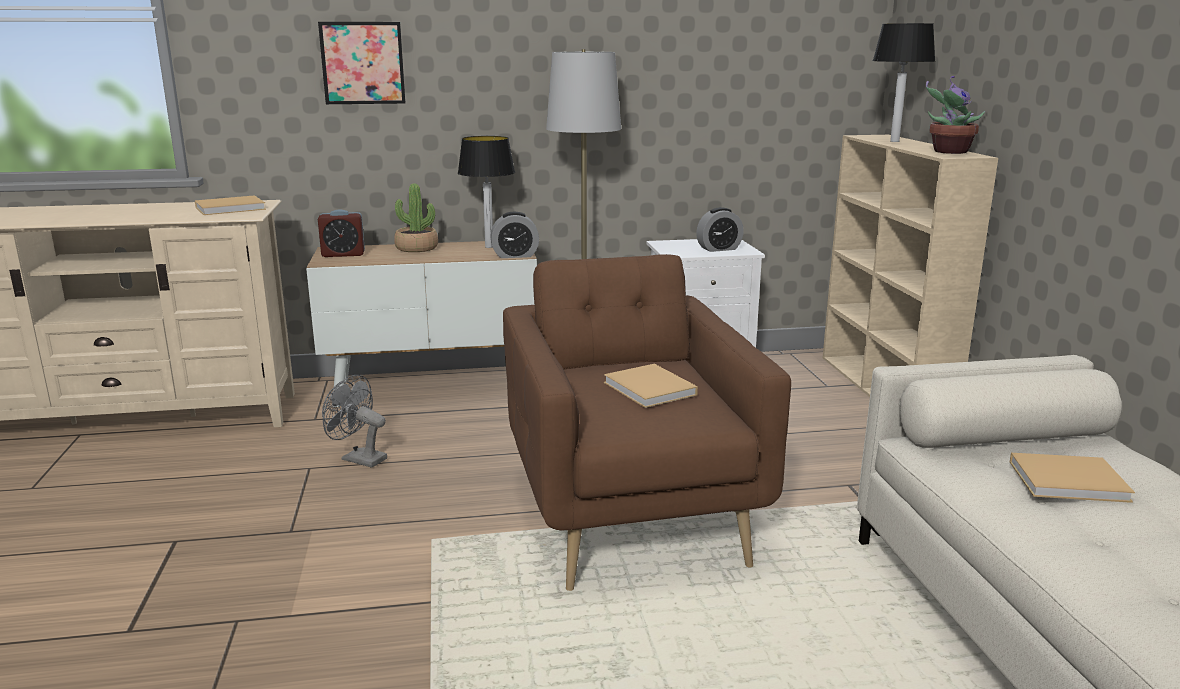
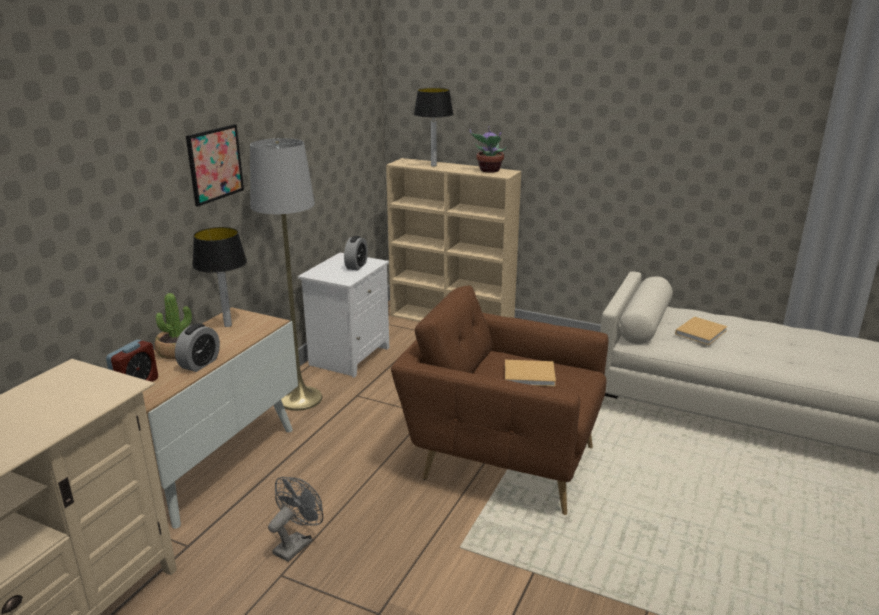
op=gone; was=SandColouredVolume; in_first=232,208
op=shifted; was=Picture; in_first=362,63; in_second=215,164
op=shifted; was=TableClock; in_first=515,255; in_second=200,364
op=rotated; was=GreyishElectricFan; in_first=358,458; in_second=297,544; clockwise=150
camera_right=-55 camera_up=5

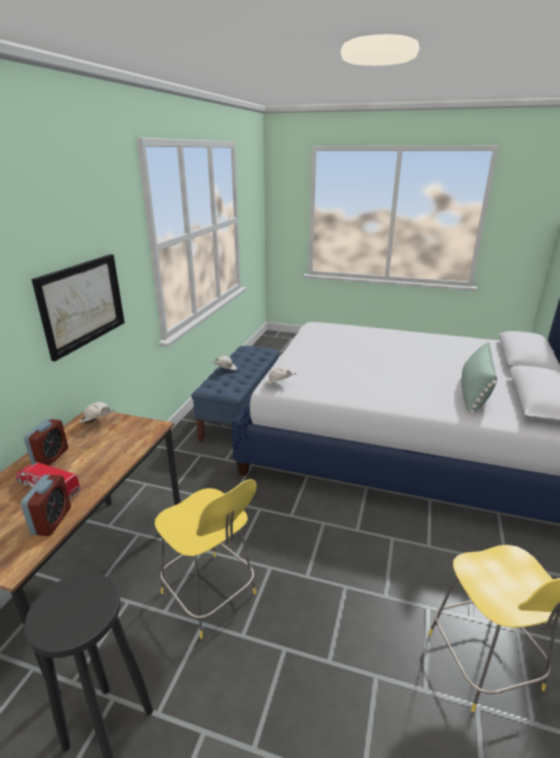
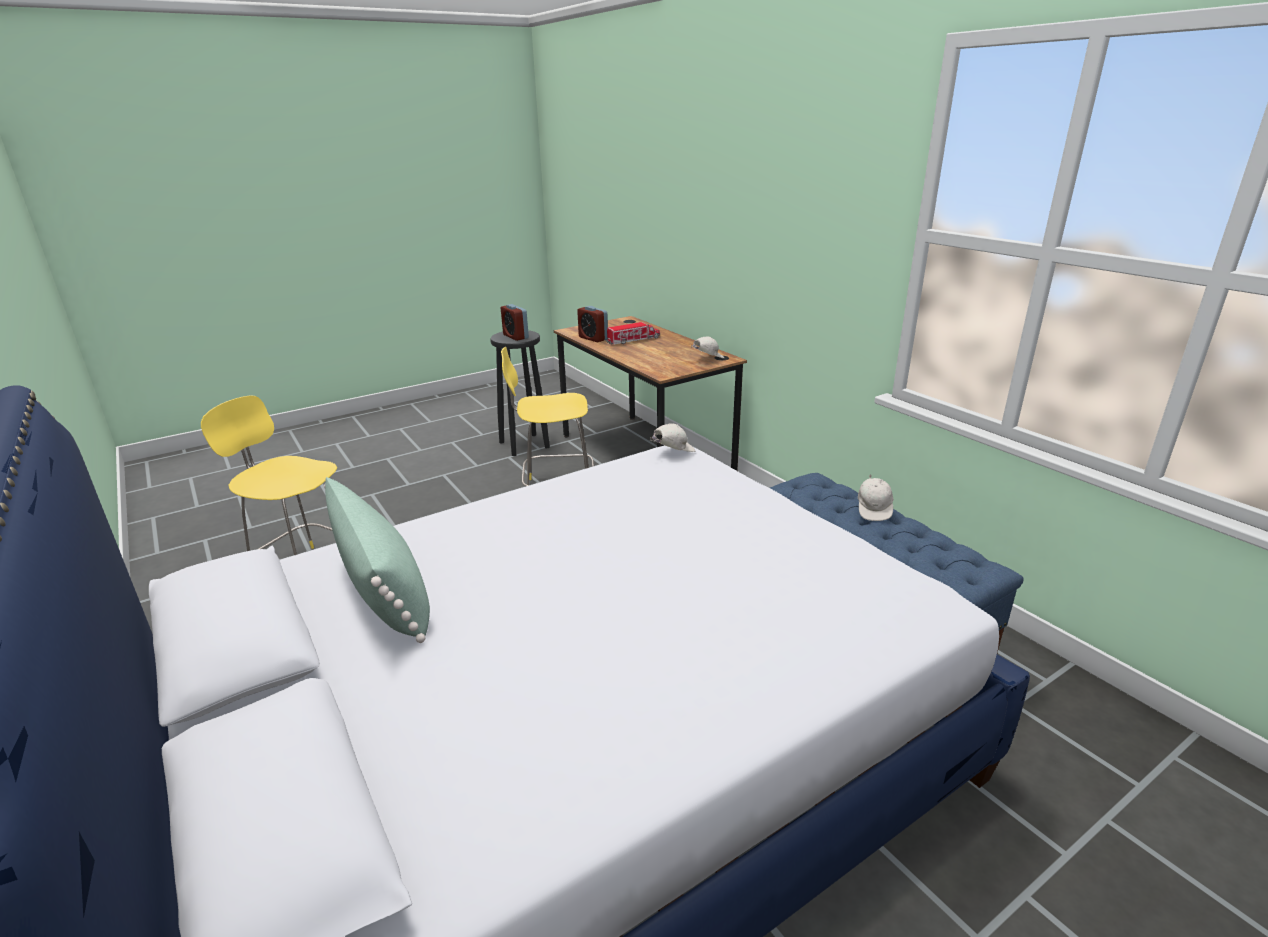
op=gone; was=Picture; in_first=82,304
op=shifted; was=TableClock; in_first=50,457; in_second=515,336
camera_right=130 camera_up=0

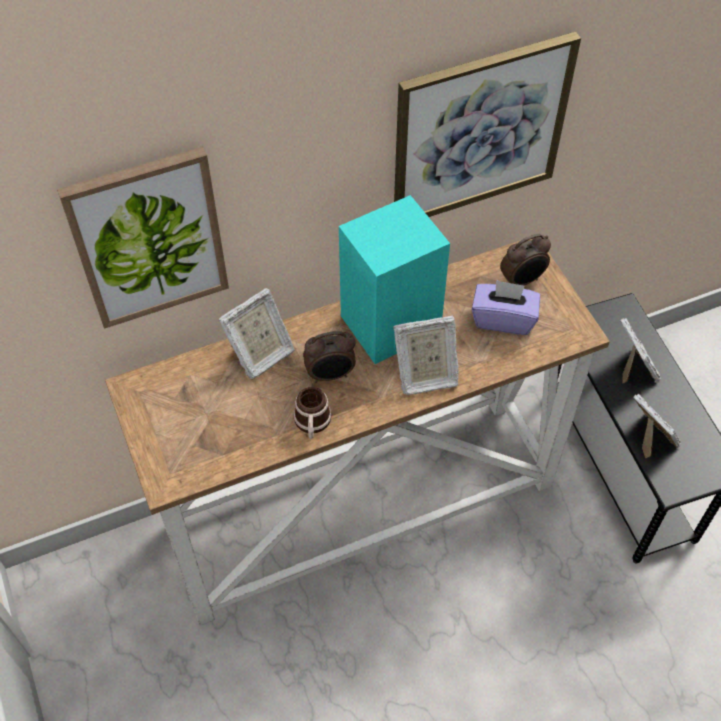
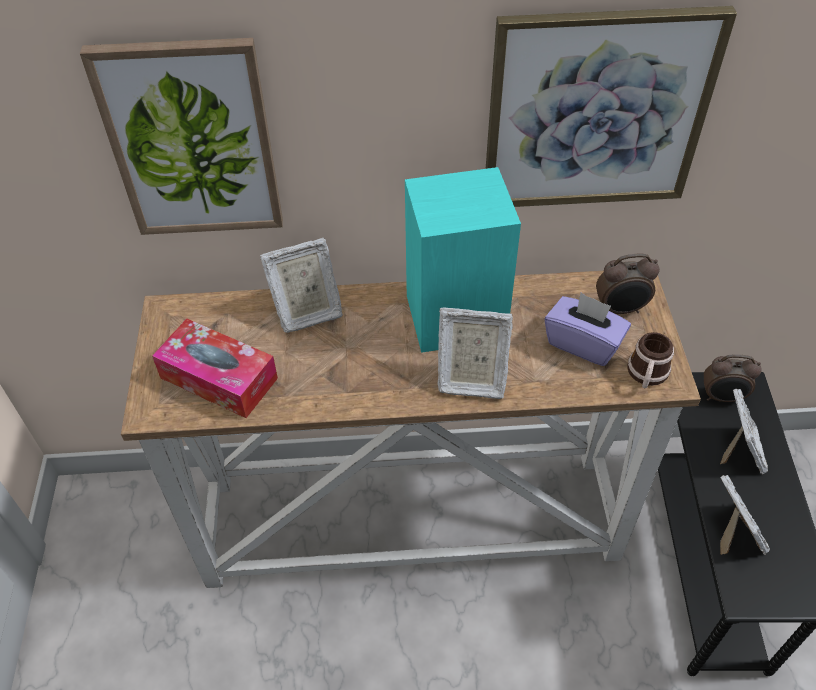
op=new; now=TissueBox; in_second=219,378
op=shifted; was=TeaMug; in_first=312,423; in_second=646,375
op=shifted; was=TableClock; in_first=330,375; in_second=722,397
camera_right=20 camera_up=-5

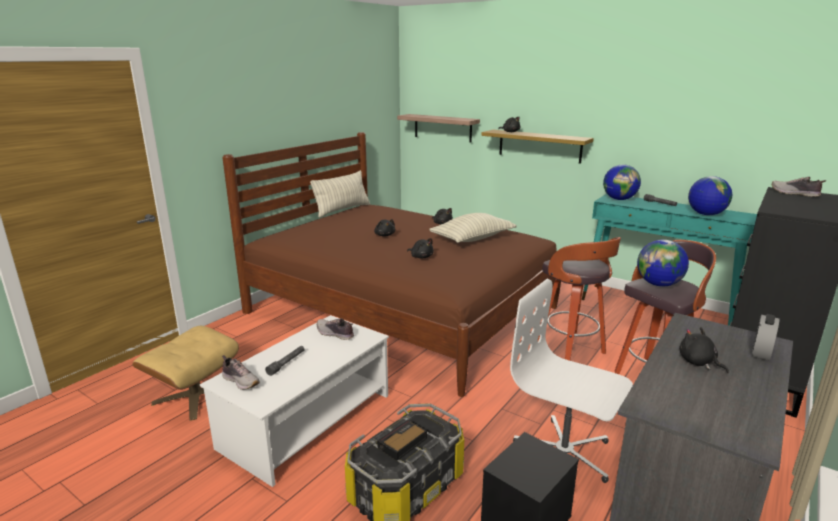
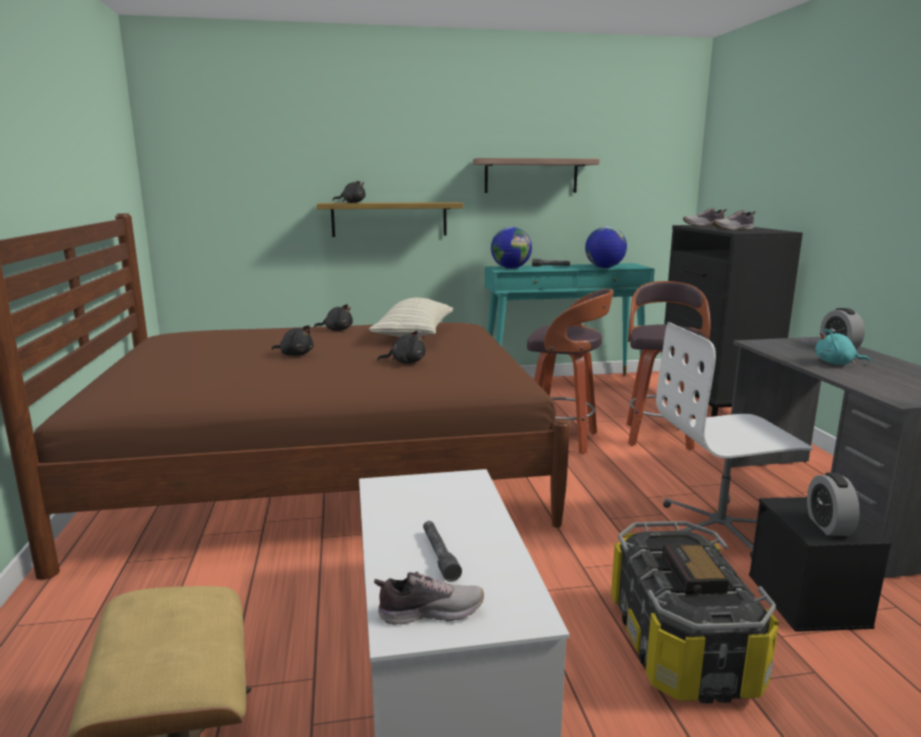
op=gone; was=Pillow; in_first=342,210
op=gone; was=Globe; in_first=659,284
op=new; now=TableClock; in_second=828,526
op=shifted; was=Shoe; in_first=335,334; in_second=733,229
op=shifted; was=Shelf; in_first=442,128; in_second=531,176
op=repainted; was=BlackSoftToy; now=TurquoiseSoftToy; in_first=698,362; in_second=836,363
camera_right=-45 camera_up=-5

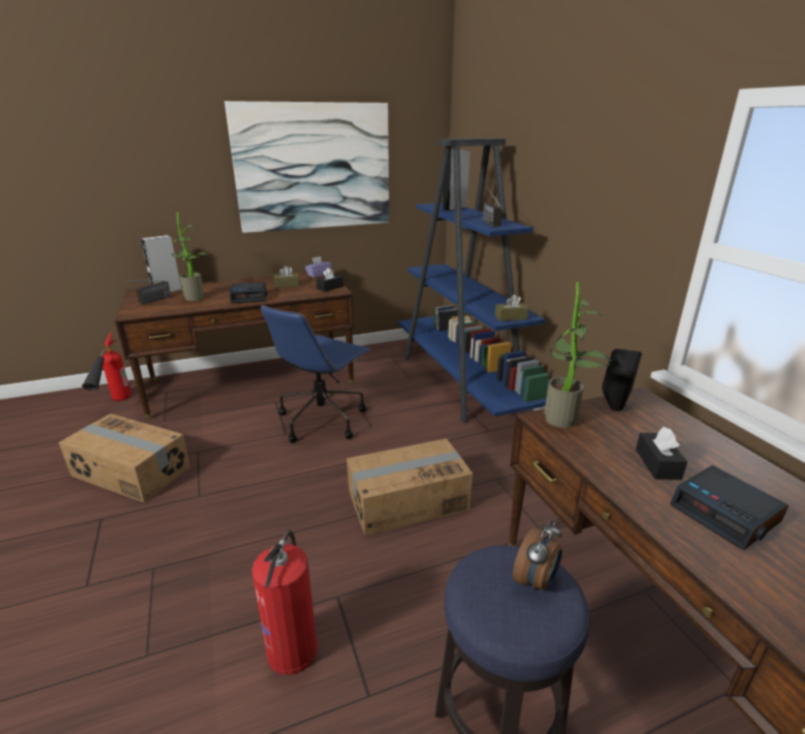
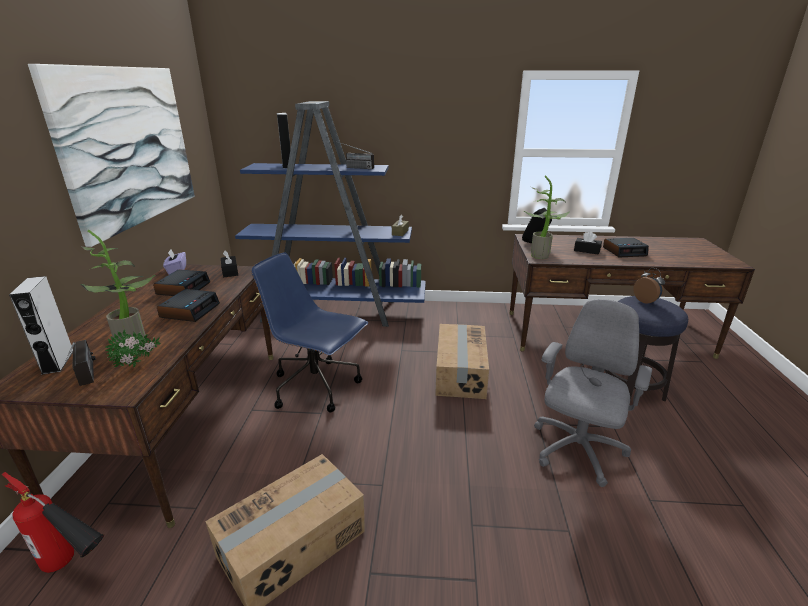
op=new; now=PlantInAPot; in_second=139,364
op=swapped; was=FireFightingCylinder; now=GreyishOfficeChair; in_first=293,648; in_second=576,450
op=swapped; was=BrownColouredTissueBox; now=TableClock; in_first=287,285; in_second=183,288
op=rotated; was=BluishOfficeChair; in_first=323,419; in_second=317,387; clockwise=150
camera_right=-65 camera_up=0

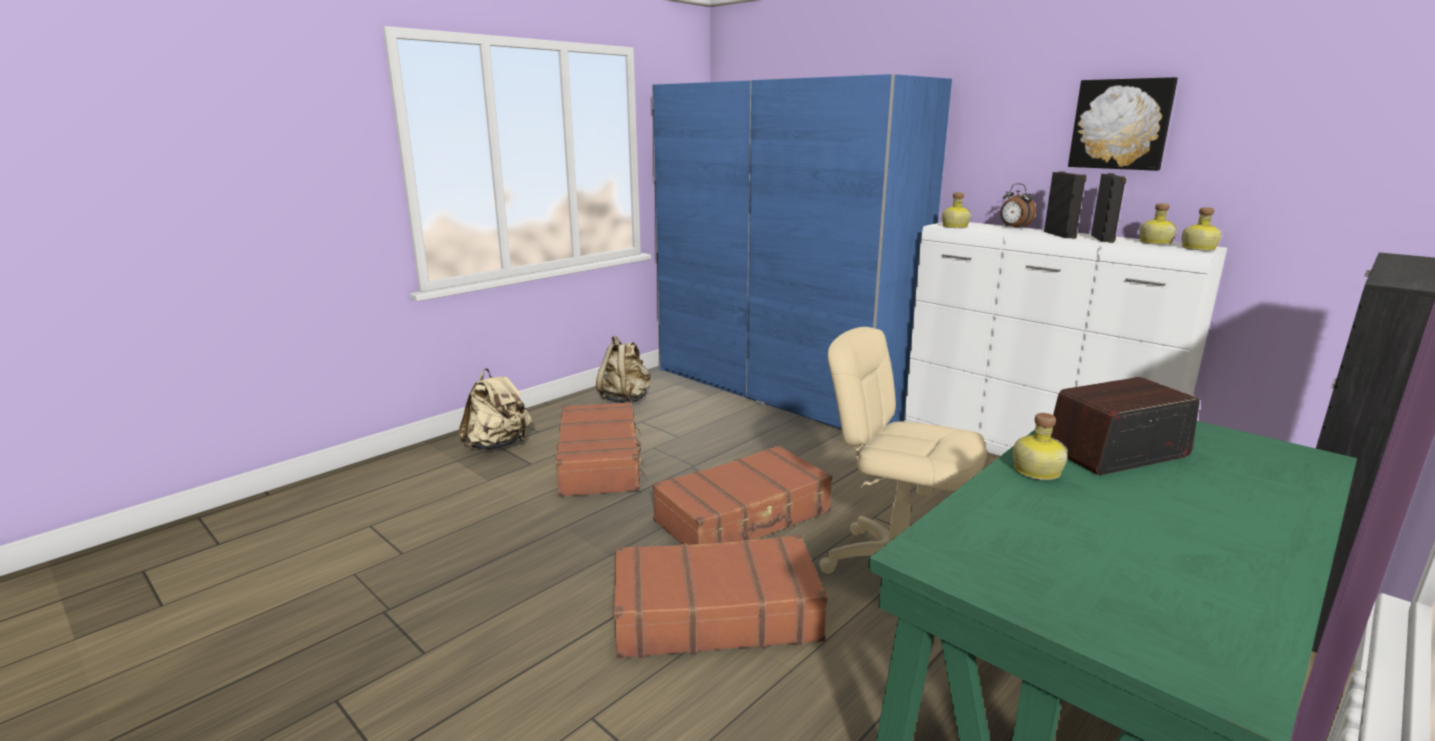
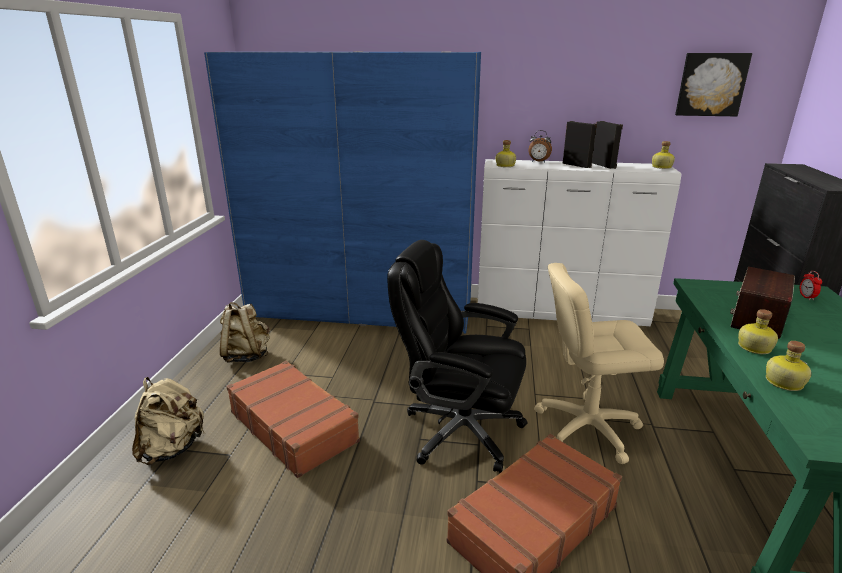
op=new; now=TableClock; in_second=806,297
op=shifted; was=Picture; in_first=1121,124; in_second=711,84
op=shifted; was=BeverageBottle; in_first=1154,242; in_second=782,382
op=swapped; was=BrownColouredSuitcase; now=BlackOfficeChair; in_first=744,517; in_second=459,430
camera_right=-35 camera_up=5

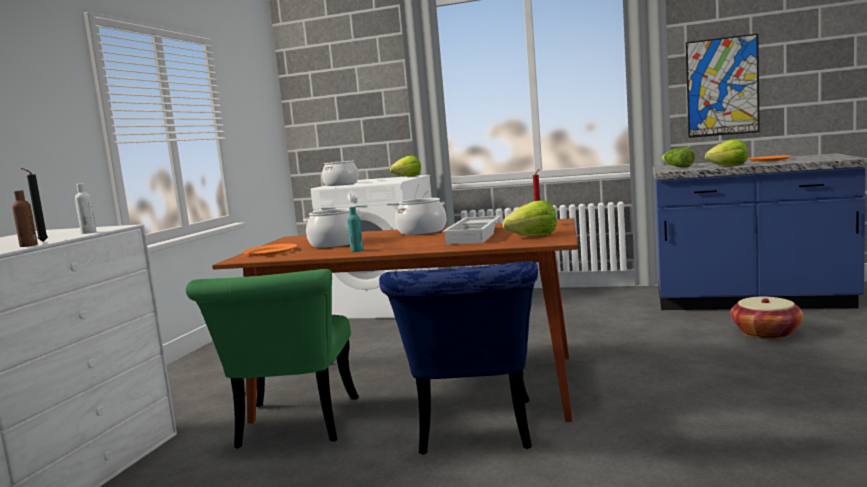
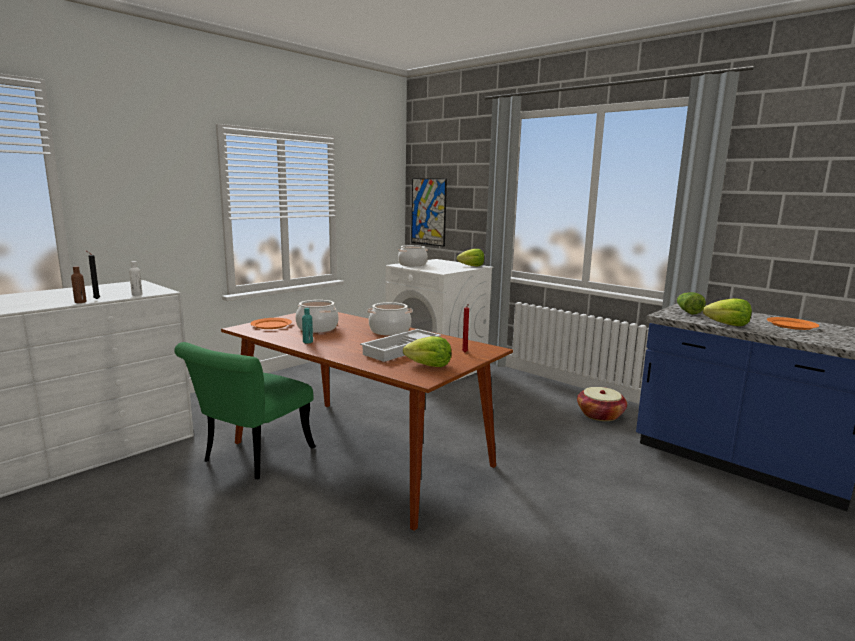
op=gone; was=BluishPlainChair; in_first=473,433
op=shifted; was=Picture; in_first=722,87; in_second=428,212
op=shifted; was=HouseholdBasket; in_first=766,333; in_second=600,415
camera_right=25 camera_up=5

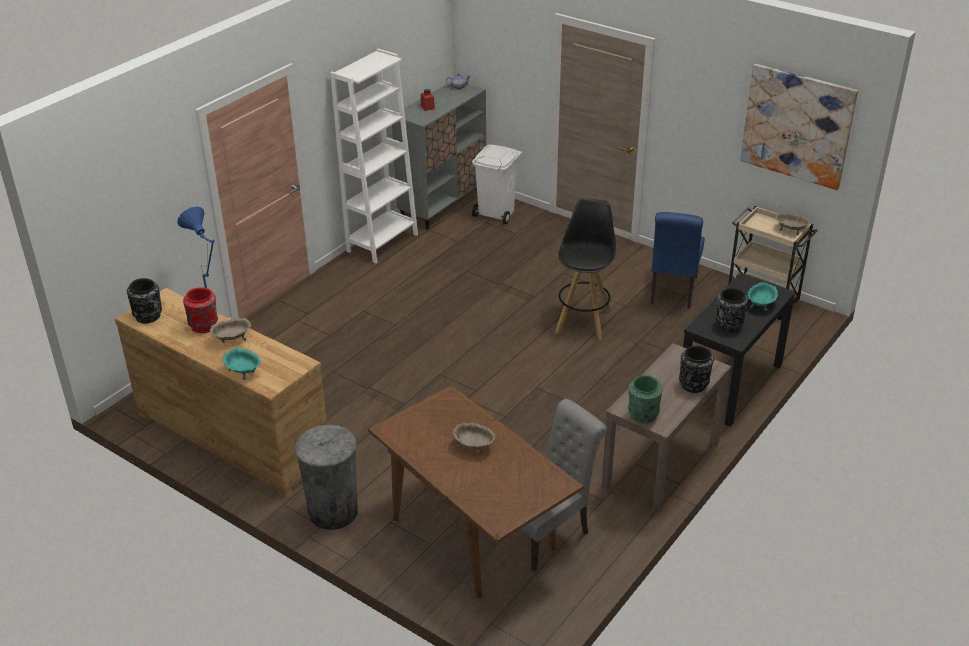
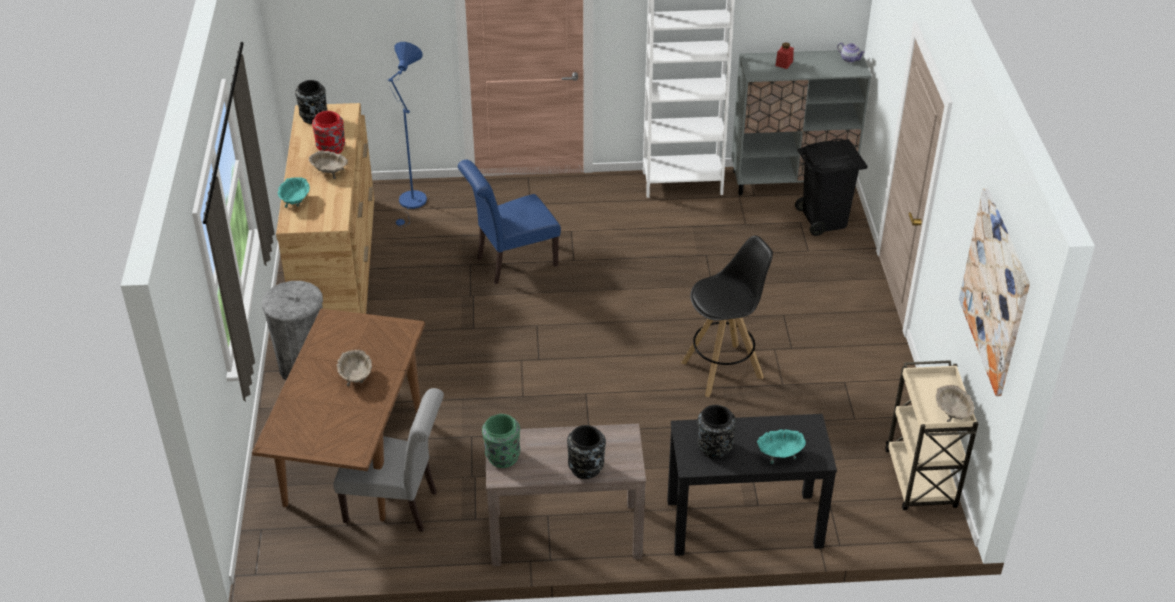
op=shifted; was=BluishPlainChair; in_first=672,292; in_second=511,263
op=repainted; was=WhitishTrashCan; now=BlackTrashCan; in_first=497,213; in_second=825,220
camera_right=50 camera_up=5

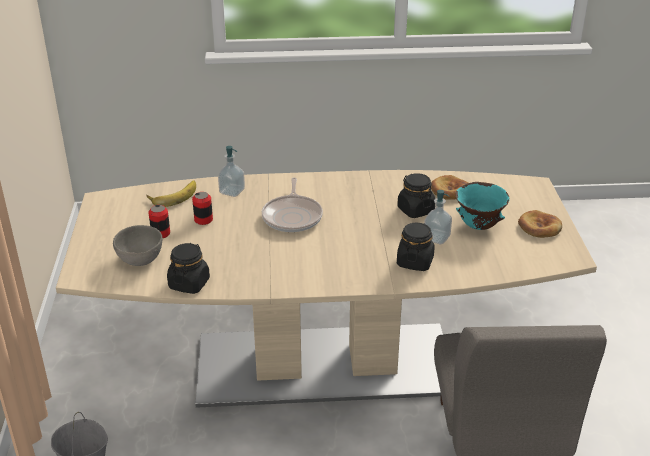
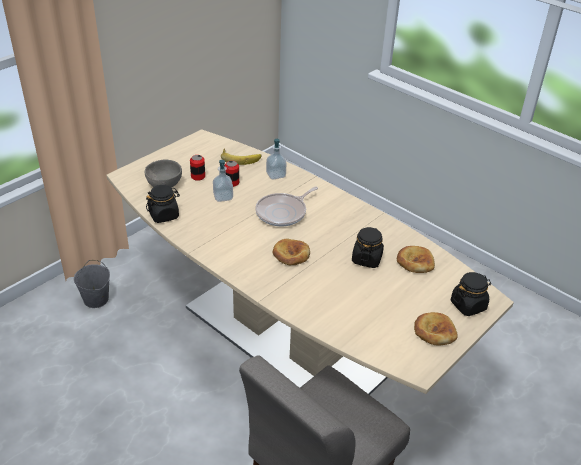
op=gone; was=TurquoiseDeepDish; in_first=479,227
op=new; now=BakedBread; in_second=291,254
op=shifted; was=BlackJar; in_first=415,262; in_second=468,305
op=shifted; was=SoapDispenser; in_first=436,238; in_second=223,197
camera_right=45 camera_up=5

